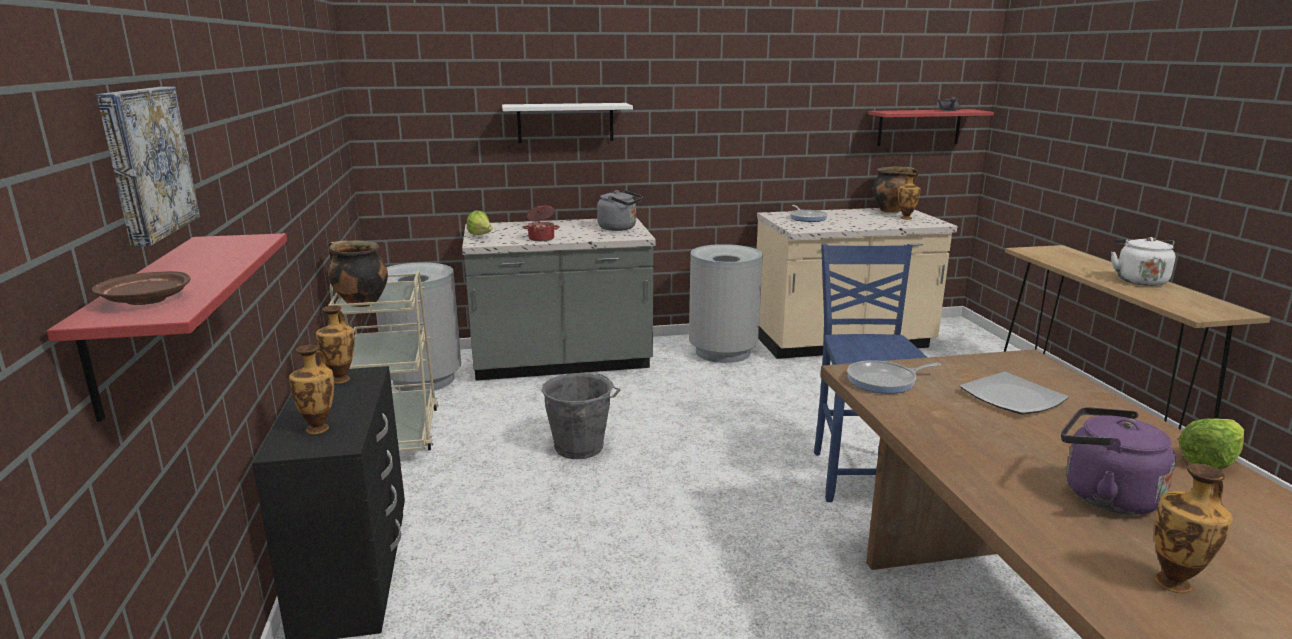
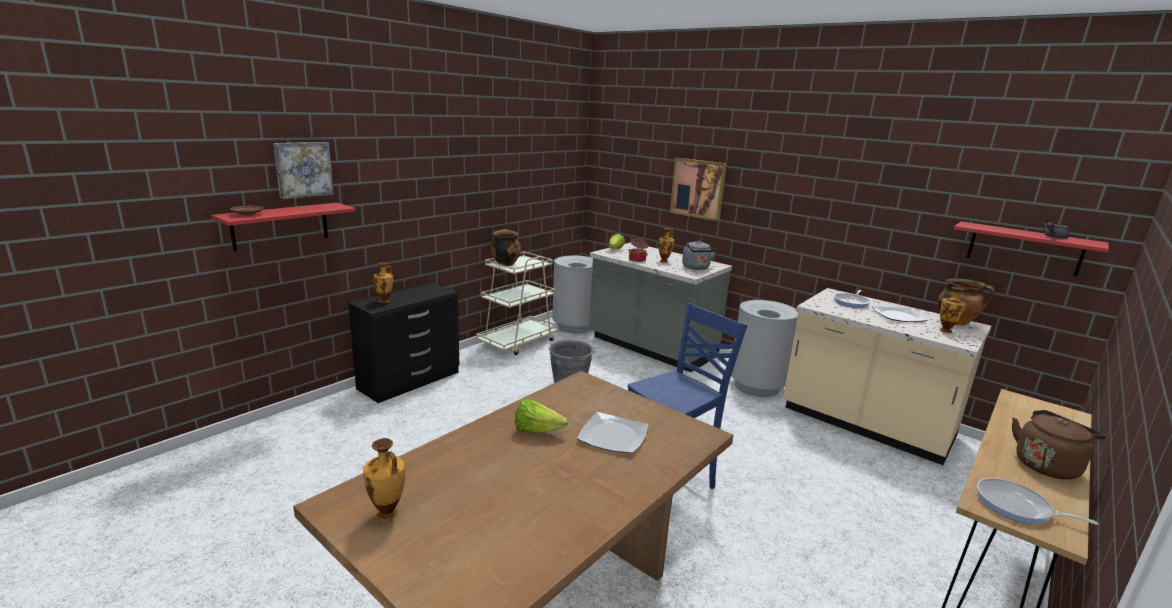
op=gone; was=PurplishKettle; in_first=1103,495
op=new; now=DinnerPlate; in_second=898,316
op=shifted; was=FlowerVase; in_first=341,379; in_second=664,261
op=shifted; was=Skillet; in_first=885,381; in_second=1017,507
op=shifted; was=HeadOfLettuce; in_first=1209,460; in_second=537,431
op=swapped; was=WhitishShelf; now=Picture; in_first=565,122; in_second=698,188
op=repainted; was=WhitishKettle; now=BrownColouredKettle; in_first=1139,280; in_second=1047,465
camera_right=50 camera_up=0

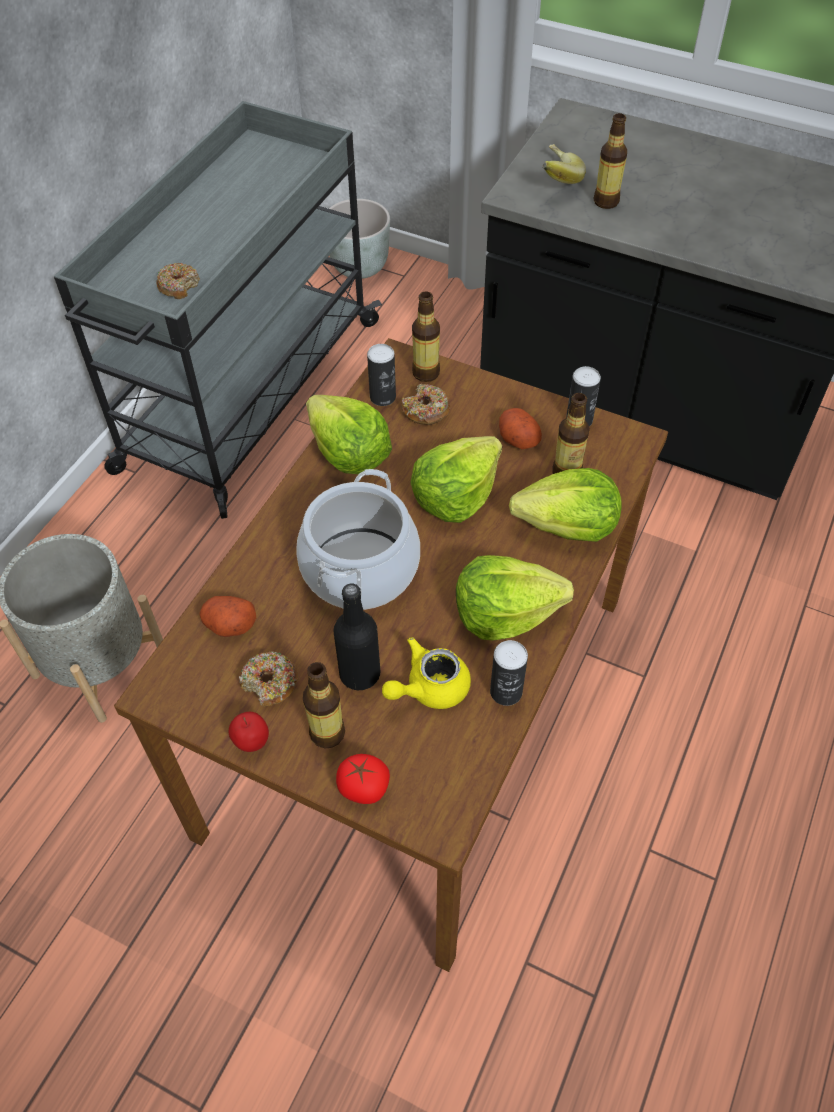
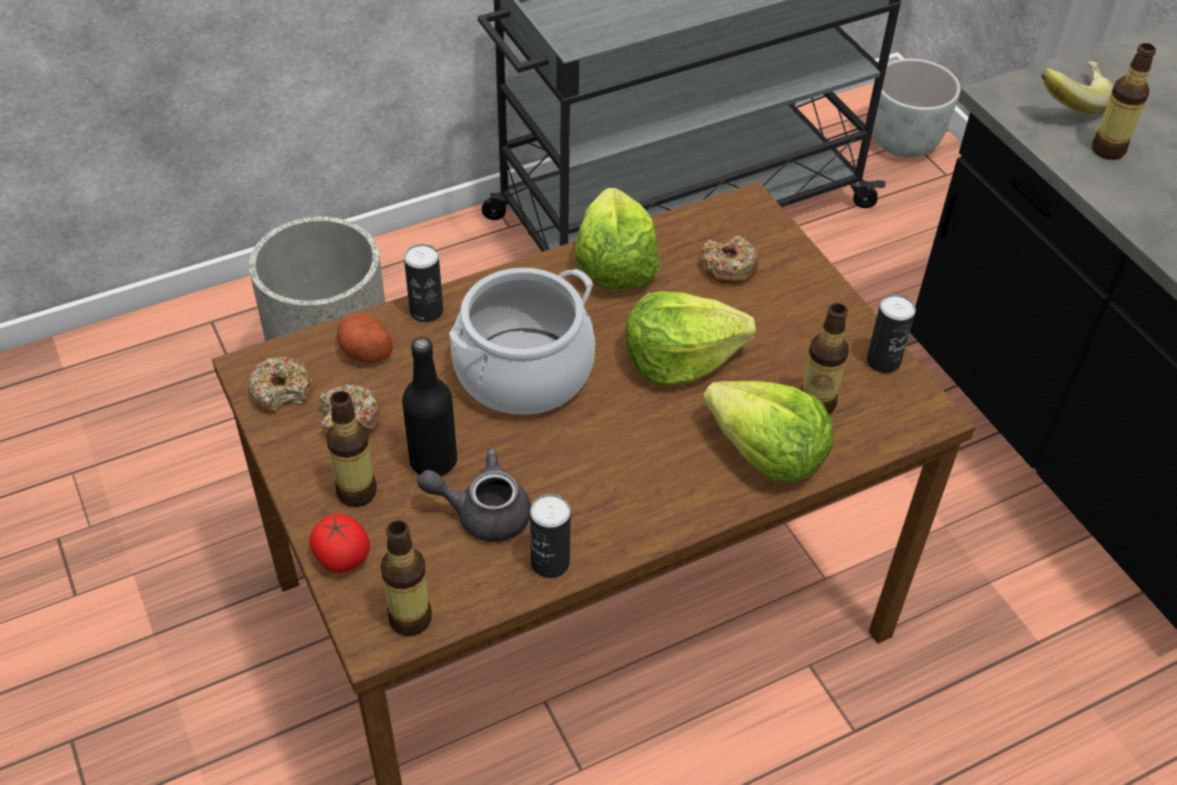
op=gone; was=WholeApple; in_first=252,743
op=gone; was=HeadOfLettuce; in_first=505,612
op=gone; was=WholePotato; in_first=517,438
op=shifted; was=RingDoughnut; in_first=178,286; in_second=281,392
op=shifted; was=Can; in_first=382,397; in_second=426,311
op=shifted; was=BeverageBottle; in_first=425,373; in_second=410,618
op=repainted; was=YellowishTeaPot; now=GreyishTeaPot; in_first=429,688; in_second=482,512
camera_right=35 camera_up=-5

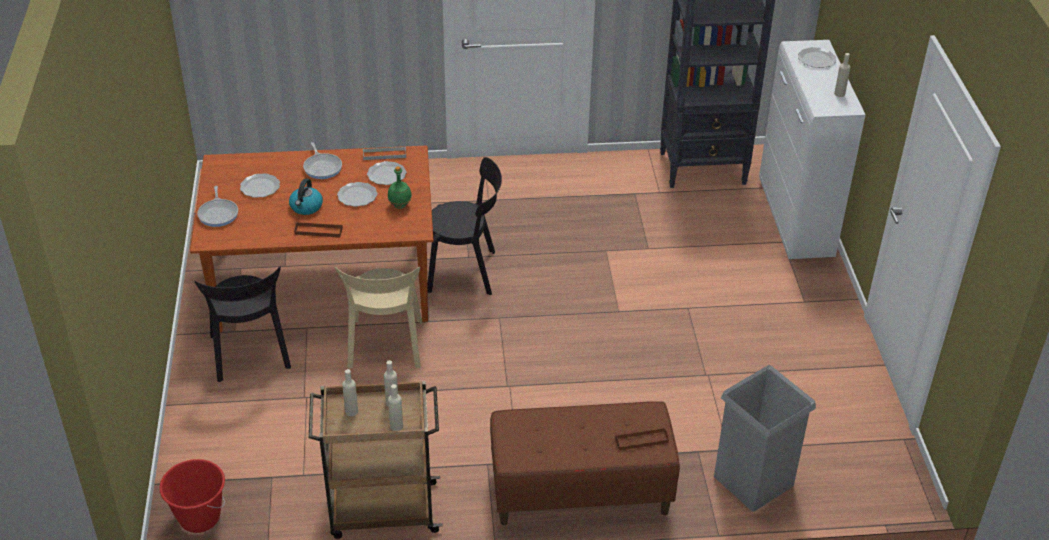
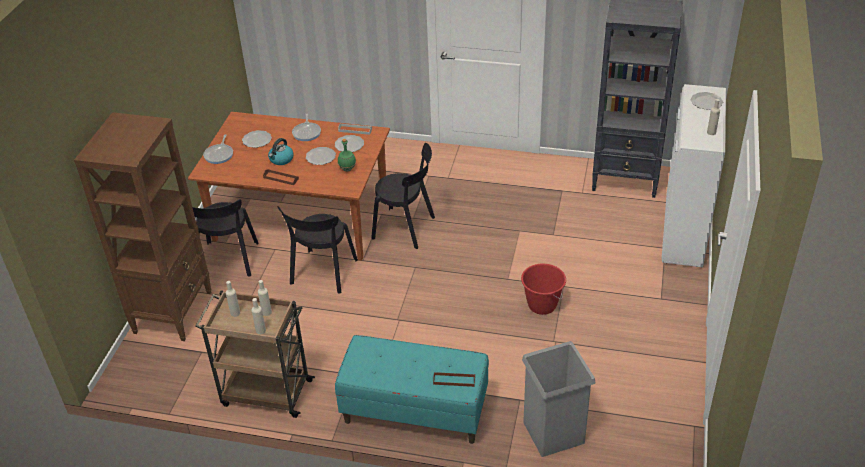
op=new; now=BrownColouredBookshelf; in_second=173,311
op=shifted; was=RedColouredBucket; in_first=199,518; in_second=542,305
op=repainted; was=SandColouredPlainChair; now=BlackPlainChair; in_first=385,347; in_second=322,274
op=repainted; was=BrownColouredBench; now=TurquoiseBench; in_first=580,492; in_second=414,411
camera_right=20 camera_up=0

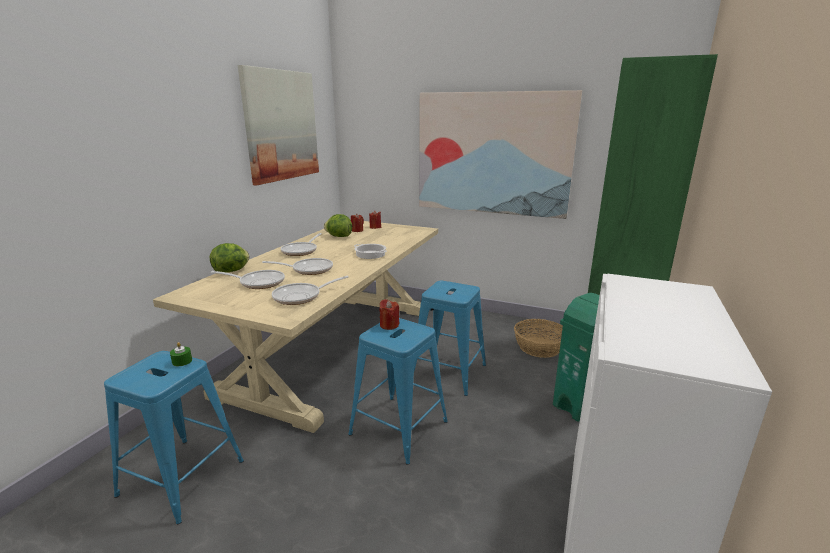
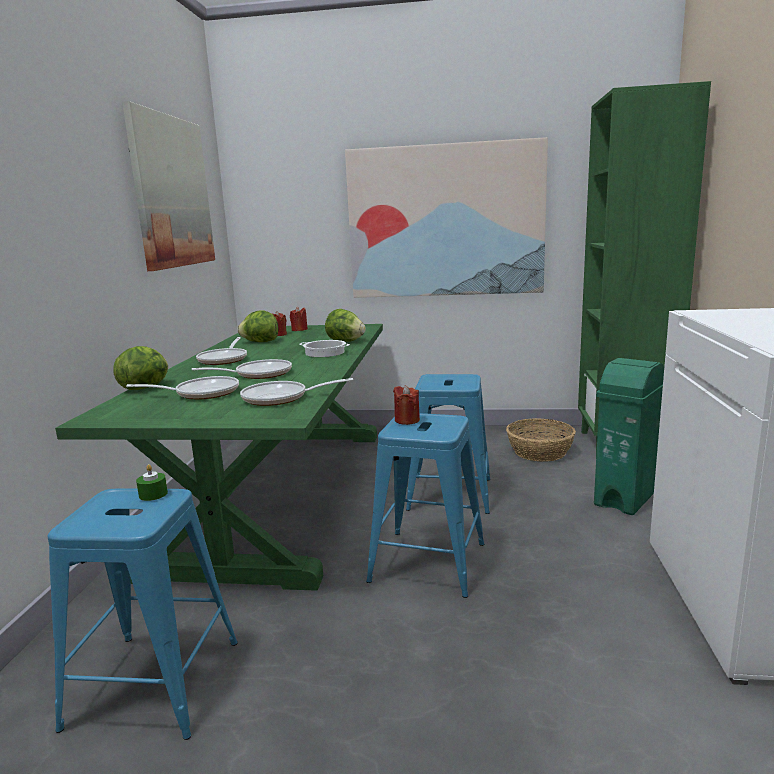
op=new; now=HeadOfLettuce; in_second=345,341
op=repainted; was=SandColouredDinnerTable; now=GreenColouredDinnerTable; in_first=334,347; in_second=280,492
op=rotated; was=Skillet; in_first=301,296; in_second=280,398; clockwise=45
camera_right=-15 camera_up=-5

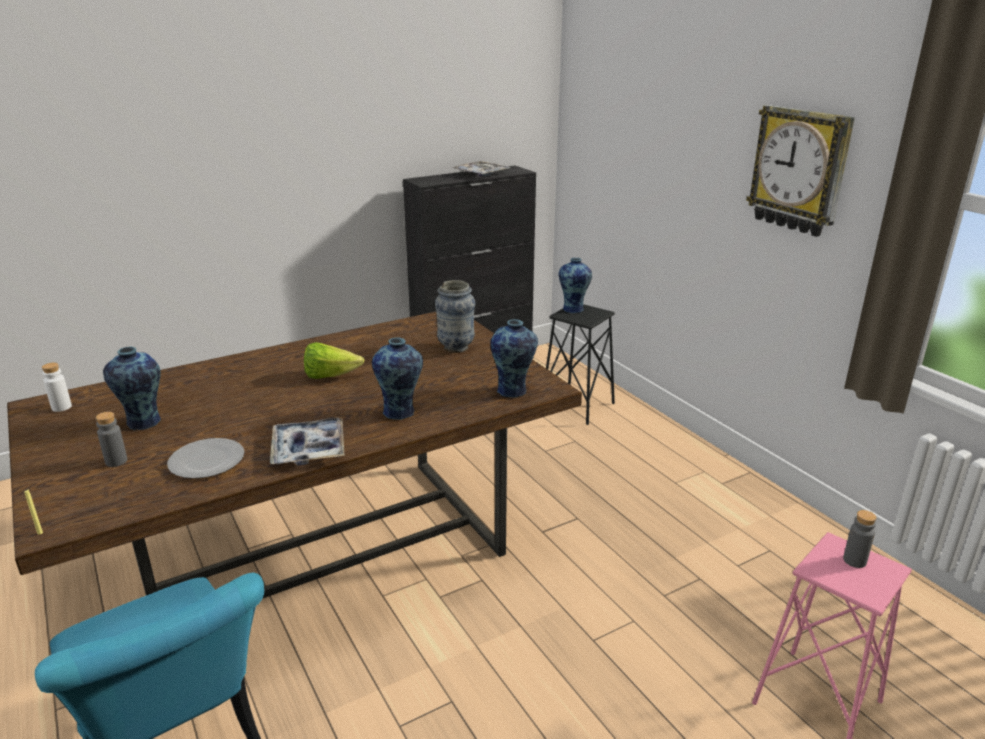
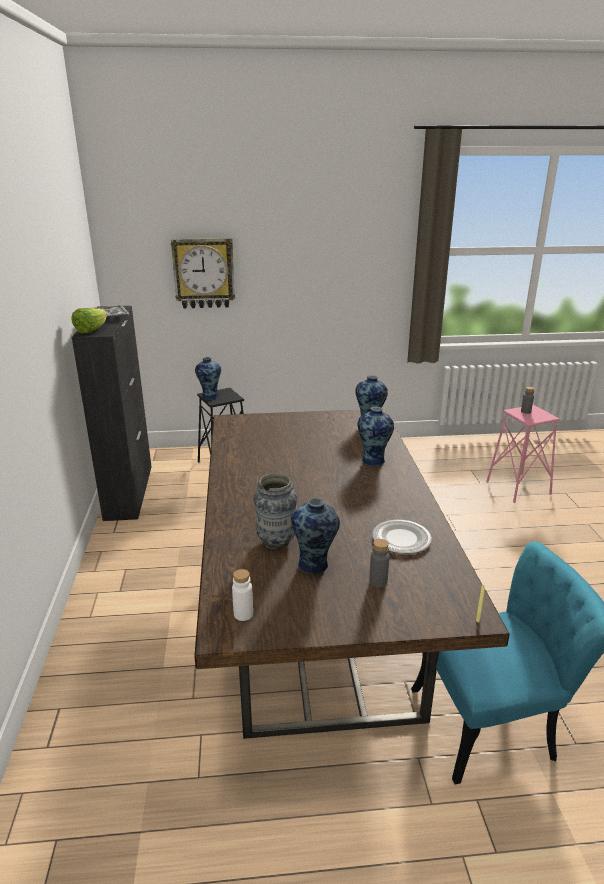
op=gone; was=CarryingTray; in_first=308,449
op=shifted; was=HeadOfLettuce; in_first=330,376; in_second=91,330
op=shifted; was=FlowerVase; in_first=456,348; in_second=276,542
op=shifted; was=WallClock; in_first=799,170; in_second=204,273
camera_right=-65 camera_up=0

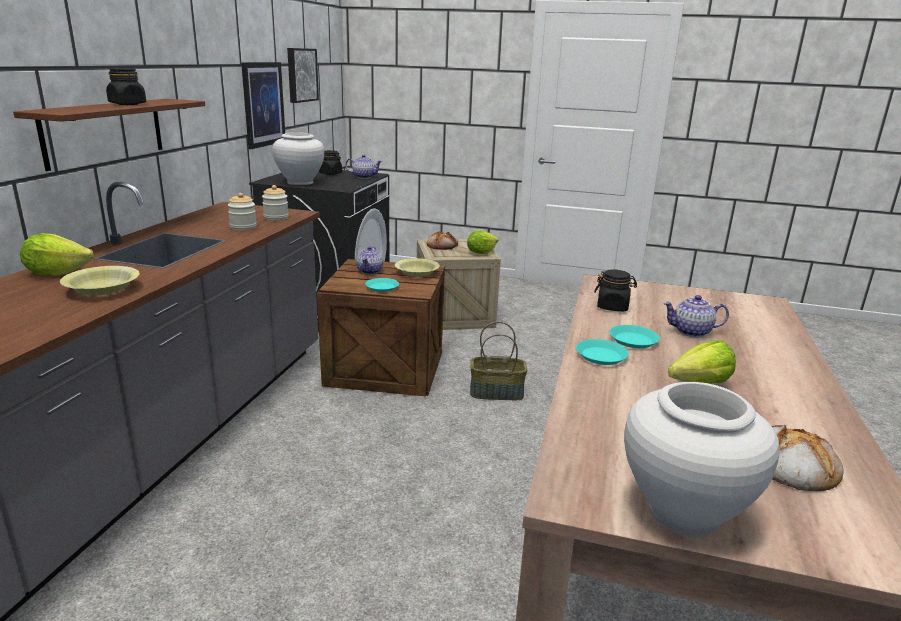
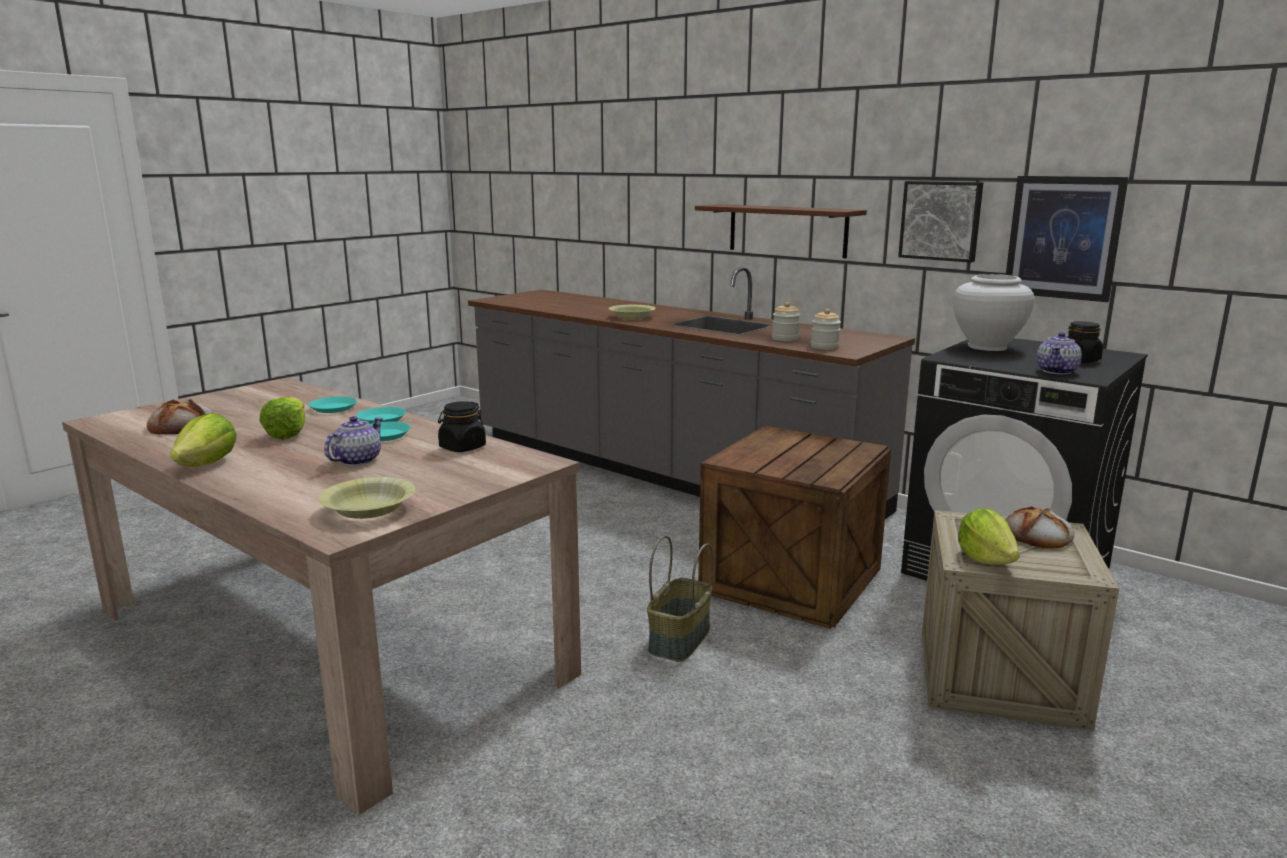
op=gone; was=BlackJar; in_first=128,104
op=gone; was=TeaPot; in_first=370,271
op=gone; was=WhitishFlowerVase; in_first=683,513
op=shifted; was=HeadOfLettuce; in_first=57,273; in_second=208,464
op=shifted; was=Picture; in_first=301,75; in_second=941,220
op=shifted; was=TurquoiseDinnerPlate; in_first=382,287; in_second=333,408
op=shifted; was=YellowishDeepDish; in_first=416,273; in_second=369,509
camera_right=115 camera_up=-5

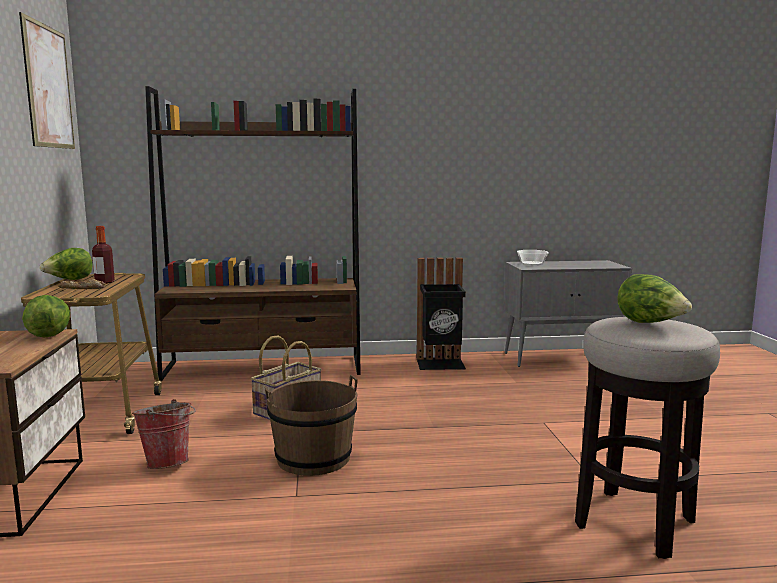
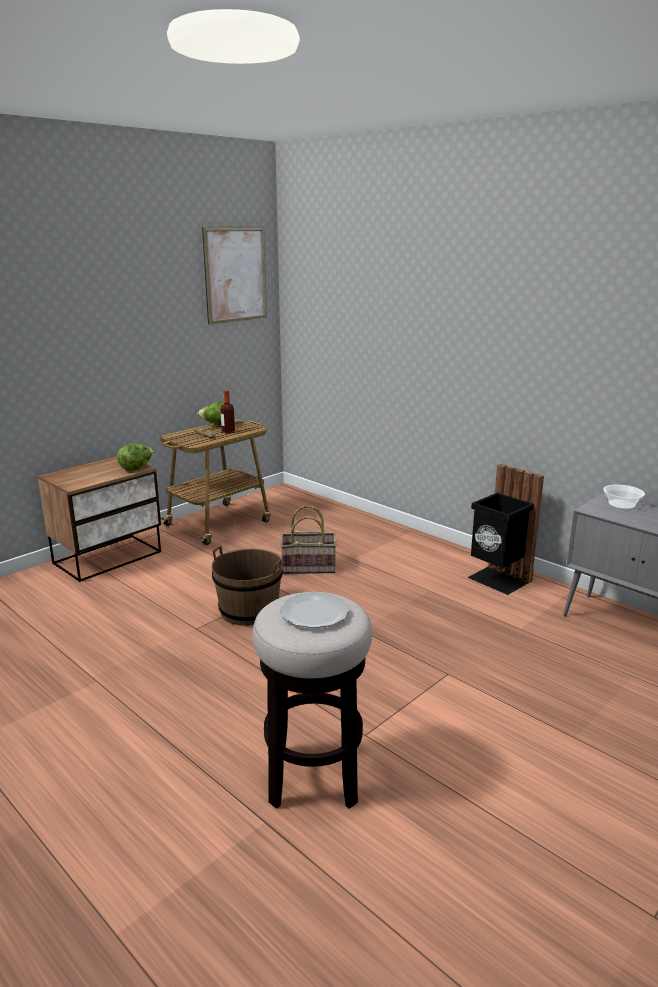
op=gone; was=Bucket; in_first=168,462
op=gone; was=BrownColouredBookshelf; in_first=264,368
op=swapped; was=HeadOfLettuce; now=DinnerPlate; in_first=650,324; in_second=315,612
camera_right=50 camera_up=10

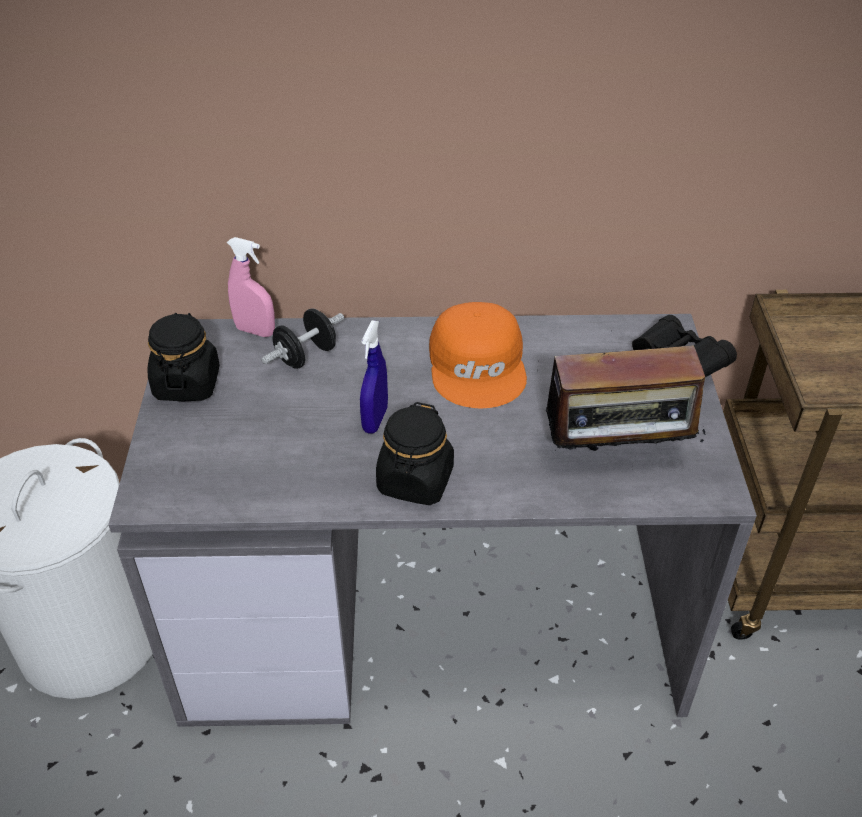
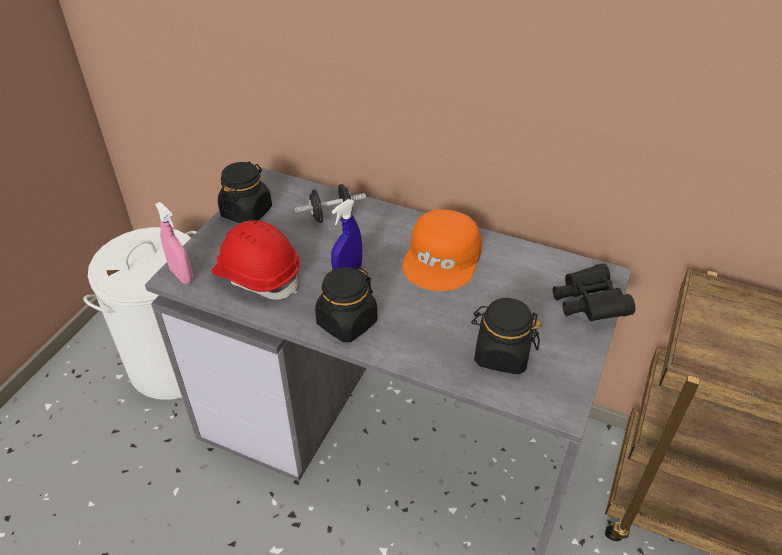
op=new; now=RedColouredWorkHelmet; in_second=258,275
op=shifted; was=PinkColouredHandSprayer; in_first=255,331; in_second=181,275
op=swapped; was=Radio; now=BlackJar; in_first=617,455; in_second=501,354
camera_right=25 camera_up=0

